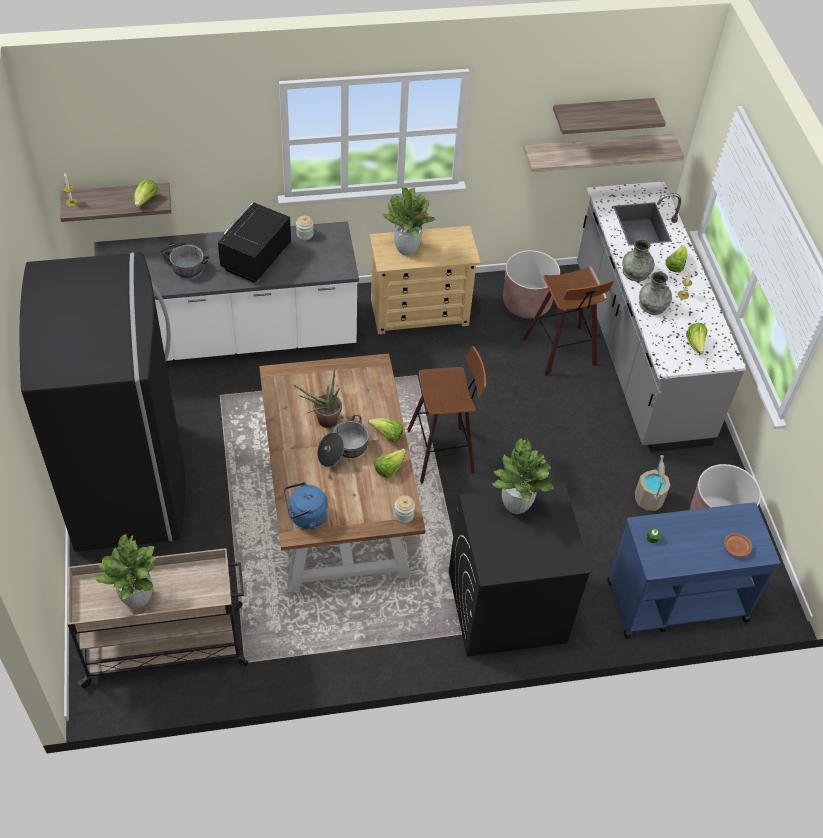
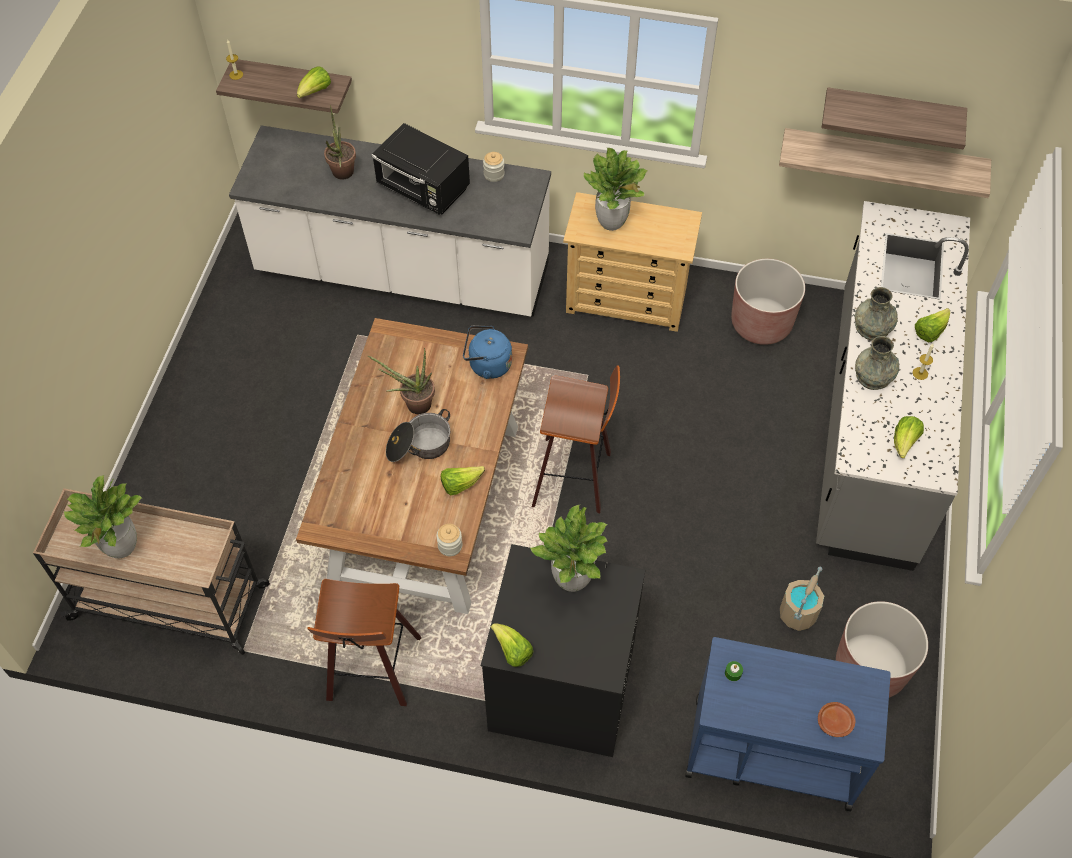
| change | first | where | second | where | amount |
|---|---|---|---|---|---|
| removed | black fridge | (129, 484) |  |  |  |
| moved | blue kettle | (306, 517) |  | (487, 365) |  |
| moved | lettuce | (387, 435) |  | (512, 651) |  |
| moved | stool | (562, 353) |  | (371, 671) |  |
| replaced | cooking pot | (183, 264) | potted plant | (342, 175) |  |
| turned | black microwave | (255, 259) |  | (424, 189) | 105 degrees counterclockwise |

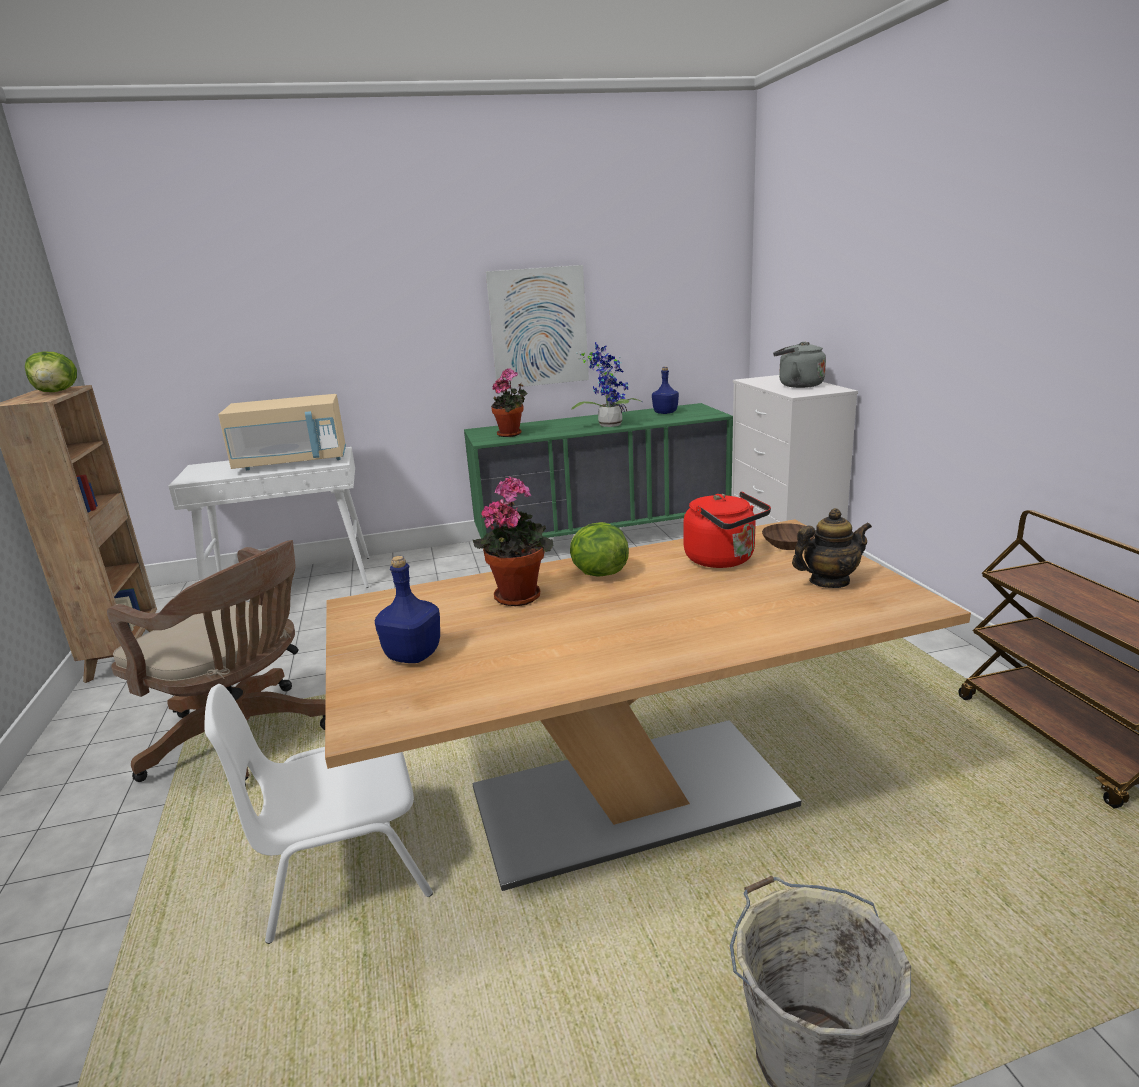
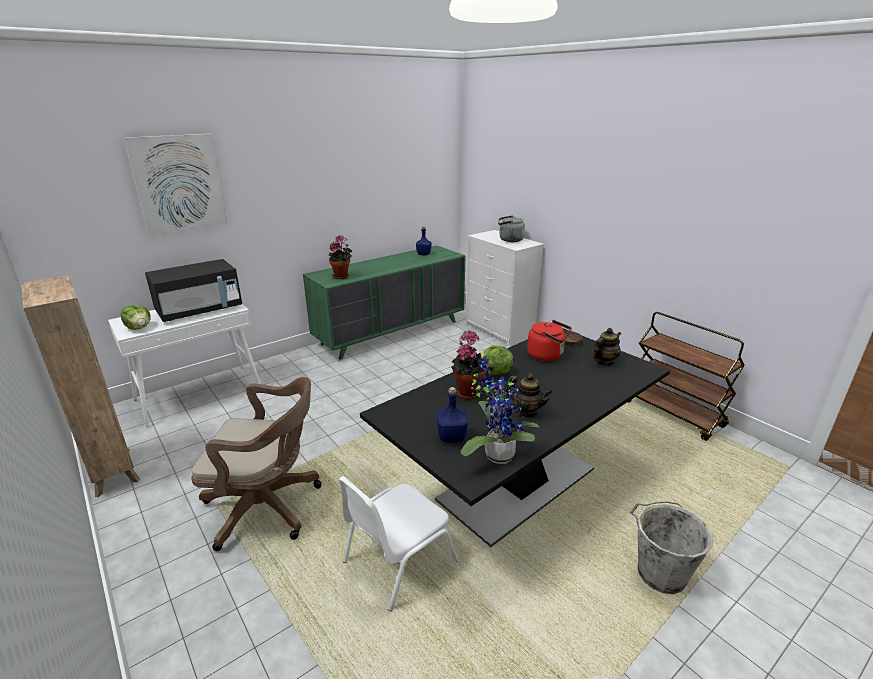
| change | first | where | second | where | amount |
|---|---|---|---|---|---|
| added |  |  | teapot | (526, 411) |  |
| moved | lettuce | (57, 392) |  | (139, 328) |  |
| moved | picture | (538, 327) |  | (179, 183) |  |
| moved | potted plant | (609, 424) |  | (496, 454) |  |
| recoloured | beige microwave | (292, 462) | black microwave | (200, 310) |  |
| recoloured | beige dining table | (631, 798) | black dining table | (517, 485) |  |

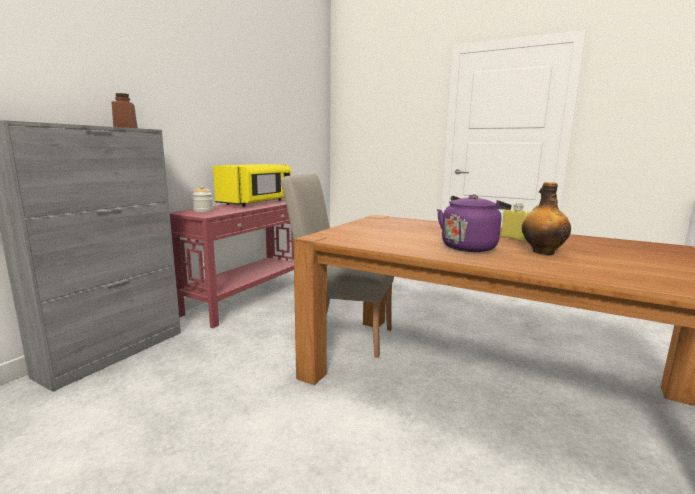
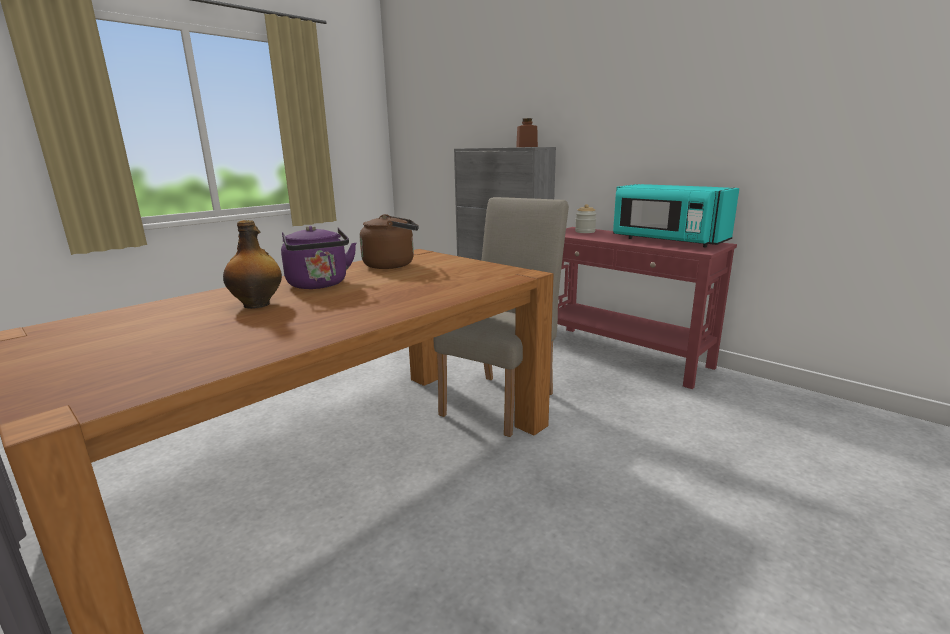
| change | first | where | second | where | amount |
|---|---|---|---|---|---|
| removed | yellow bottle | (514, 239) |  |  |  |
| added |  |  | brown kettle | (392, 265) |  |
| recoloured | yellow microwave | (256, 203) | turquoise microwave | (667, 241) |  |

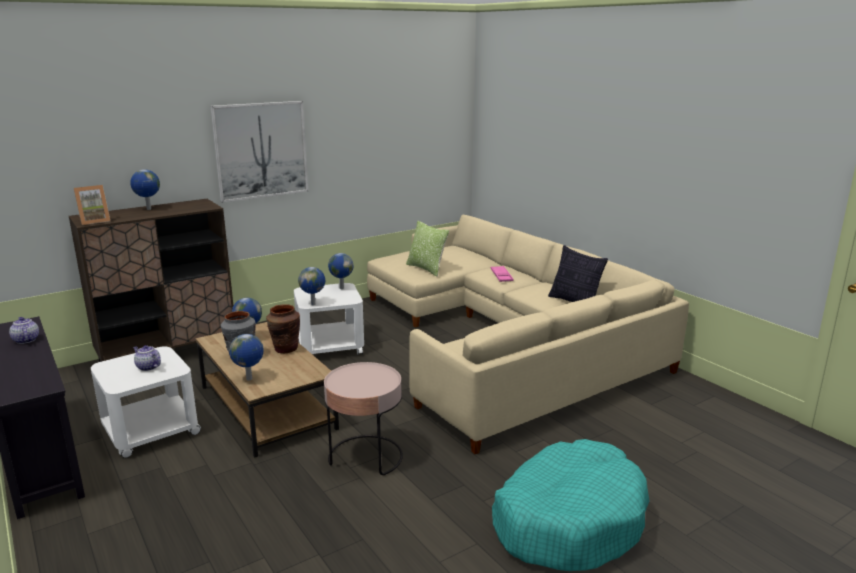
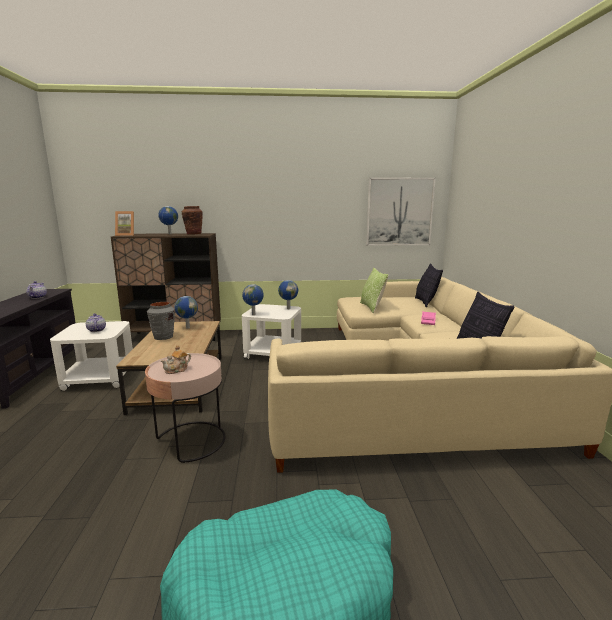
| change | first | where | second | where | amount |
|---|---|---|---|---|---|
| removed | globe | (249, 379) |  |  |  |
| added |  |  | teapot | (177, 370) |  |
| added |  |  | pillow | (426, 302) |  |
| moved | picture | (261, 150) |  | (399, 212) |  |
| moved | brown vase | (285, 349) |  | (193, 234) |  |

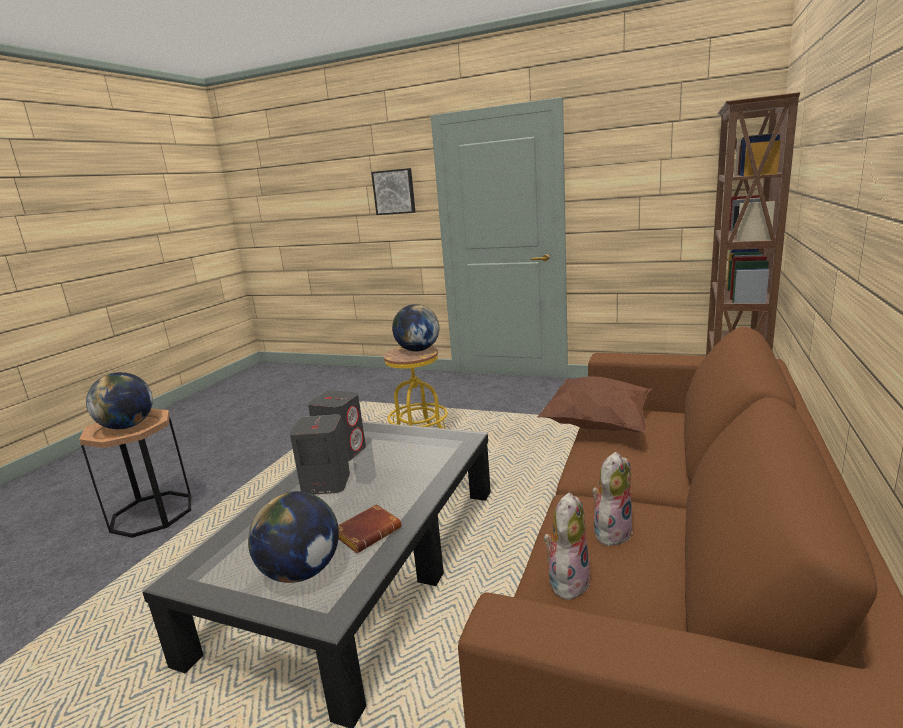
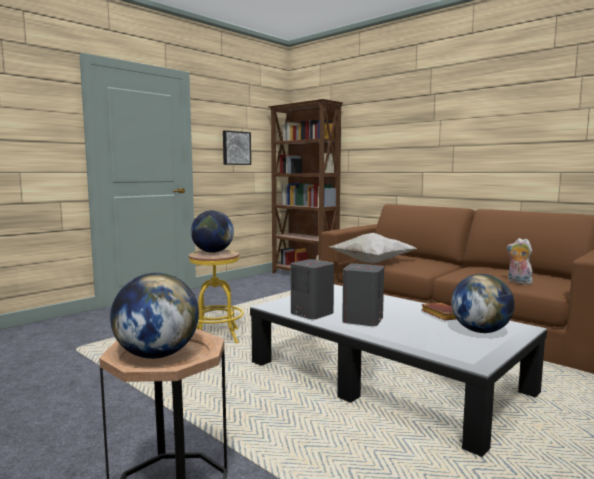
| change | first | where | second | where | amount |
|---|---|---|---|---|---|
| removed | plush toy | (611, 531) |  |  |  |
| moved | picture | (394, 192) |  | (236, 148) |  |
| recoloured | brown pillow | (597, 425) | white pillow | (371, 263) |  |

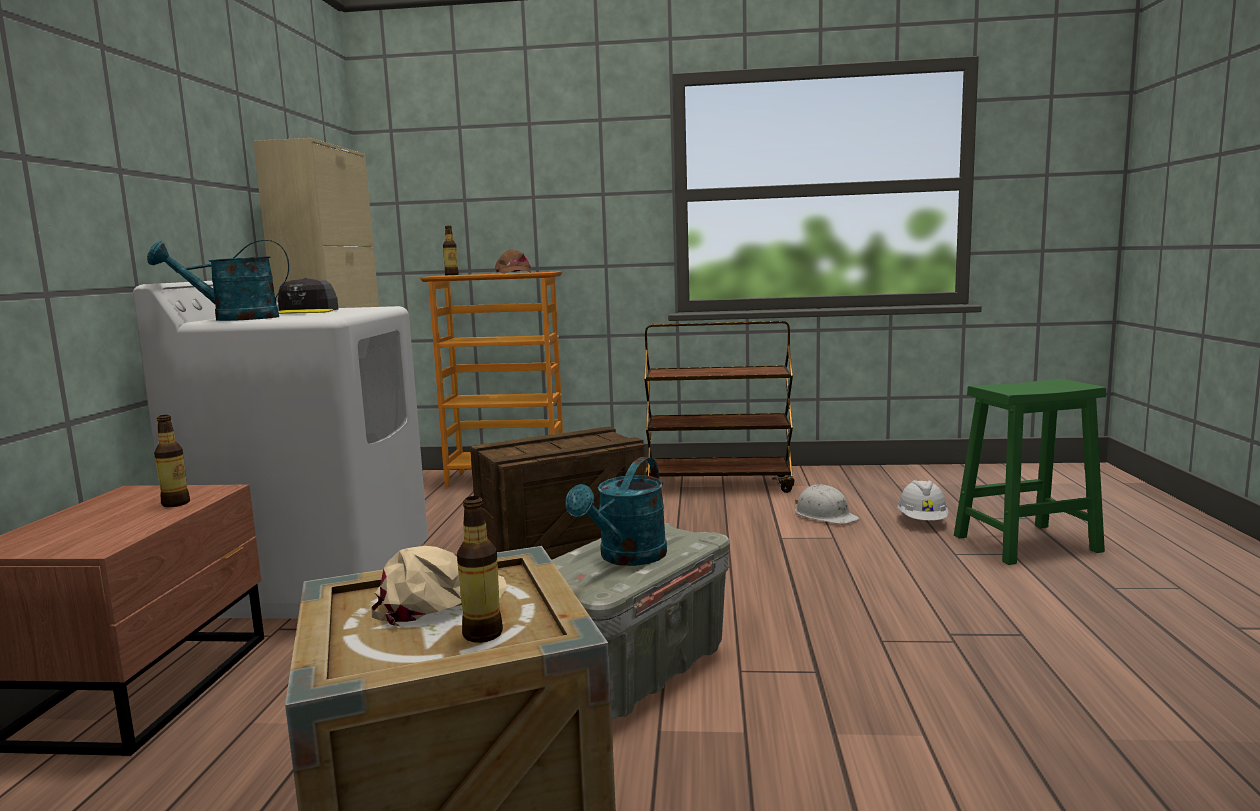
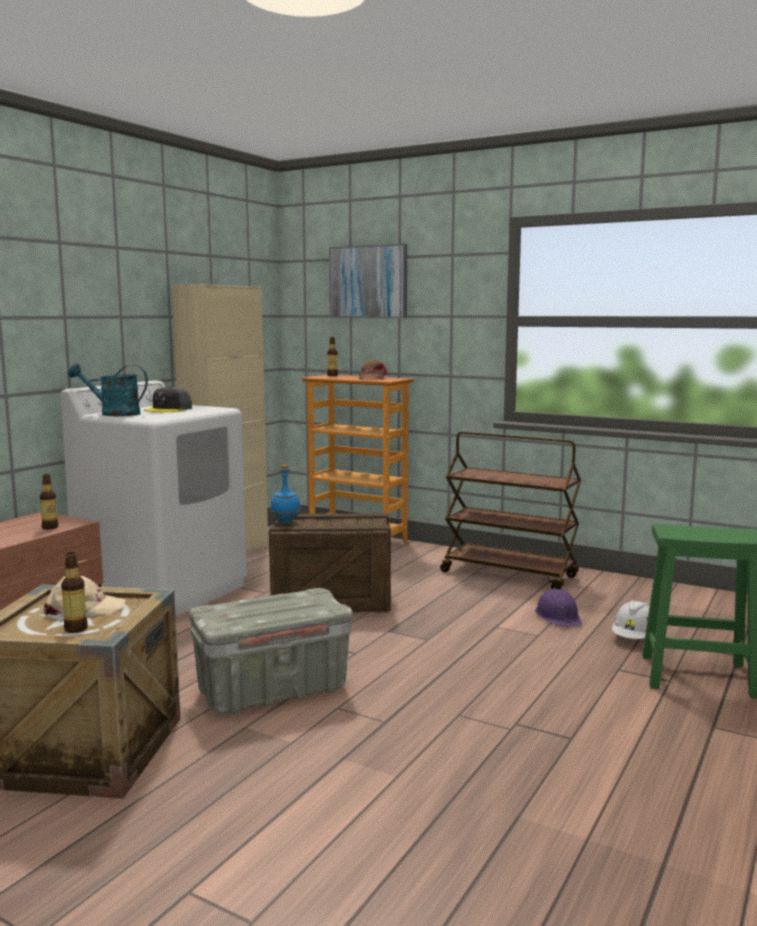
| change | first | where | second | where | amount |
|---|---|---|---|---|---|
| removed | turquoise watering can | (626, 558) |  |  |  |
| added |  |  | blue bottle | (285, 522) |  |
| added |  |  | picture | (368, 282) |  |
| recoloured | white hard hat | (825, 515) | purple hard hat | (558, 616) |  |

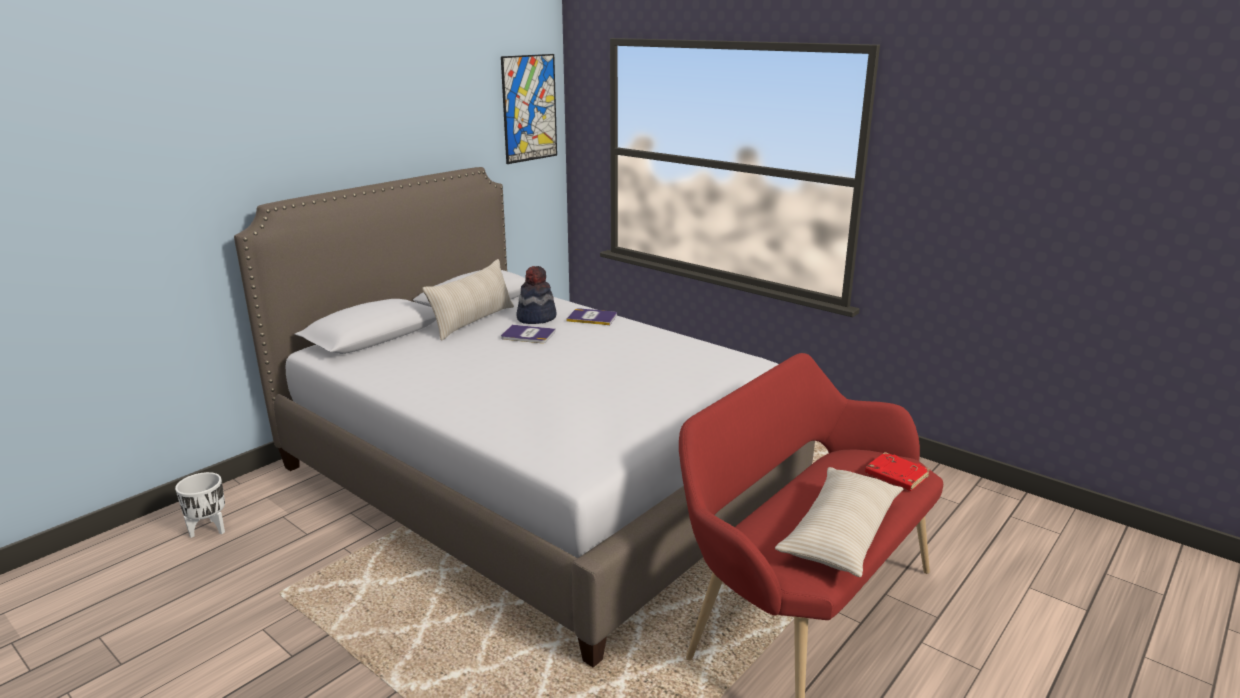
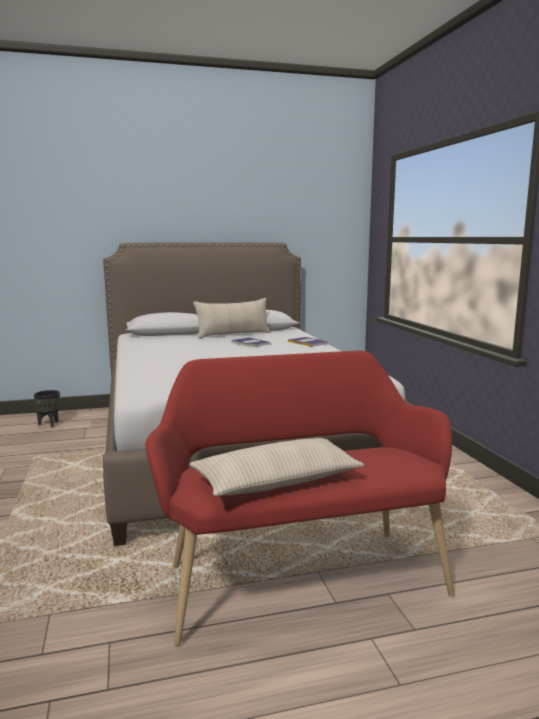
| change | first | where | second | where | amount |
|---|---|---|---|---|---|
| removed | picture | (529, 108) |  |  |  |
| removed | hat | (536, 317) |  |  |  |
| removed | red book | (895, 476) |  |  |  |
| recoloured | white planter | (209, 530) | black planter | (49, 424) |  |

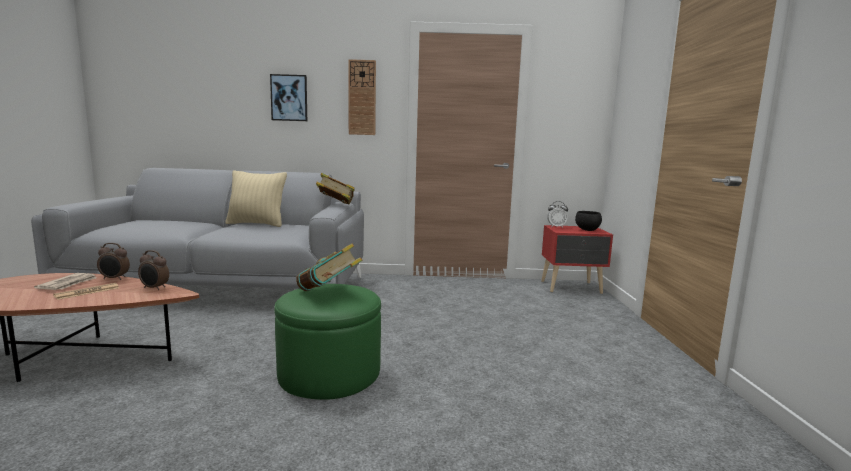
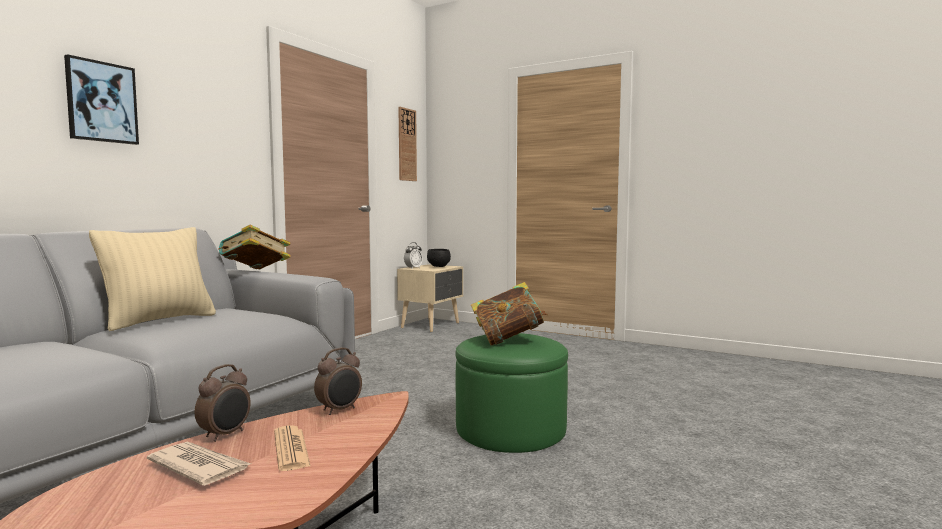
| change | first | where | second | where | amount |
|---|---|---|---|---|---|
| moved | wall clock | (362, 98) |  | (407, 145) |  |
| recoloured | red nightstand | (572, 287) | beige nightstand | (432, 325) |  |

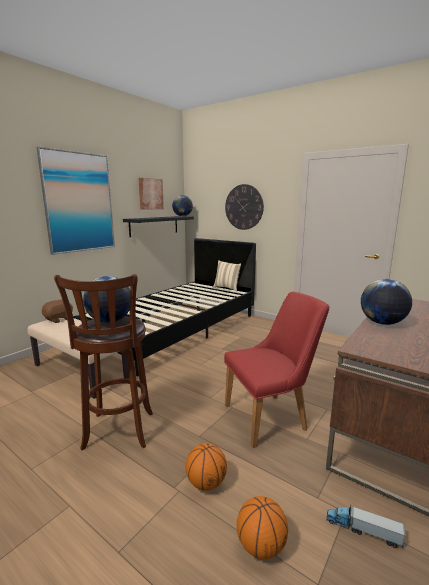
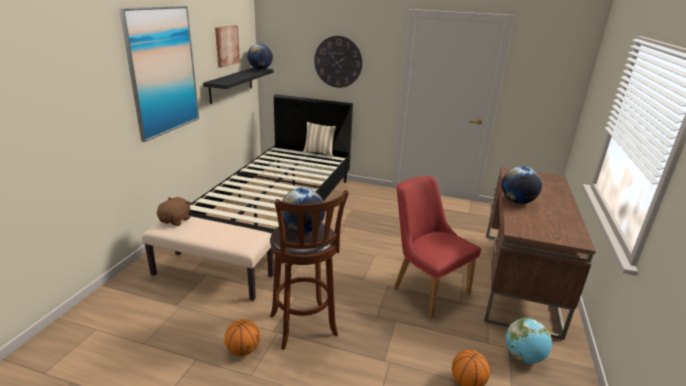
| change | first | where | second | where | amount |
|---|---|---|---|---|---|
| moved | basketball | (206, 483) |  | (243, 350) |  |
| replaced | toy truck | (362, 530) | globe | (523, 356) |  |
| turned | red chair | (272, 416) |  | (425, 287) | 90 degrees counterclockwise |

